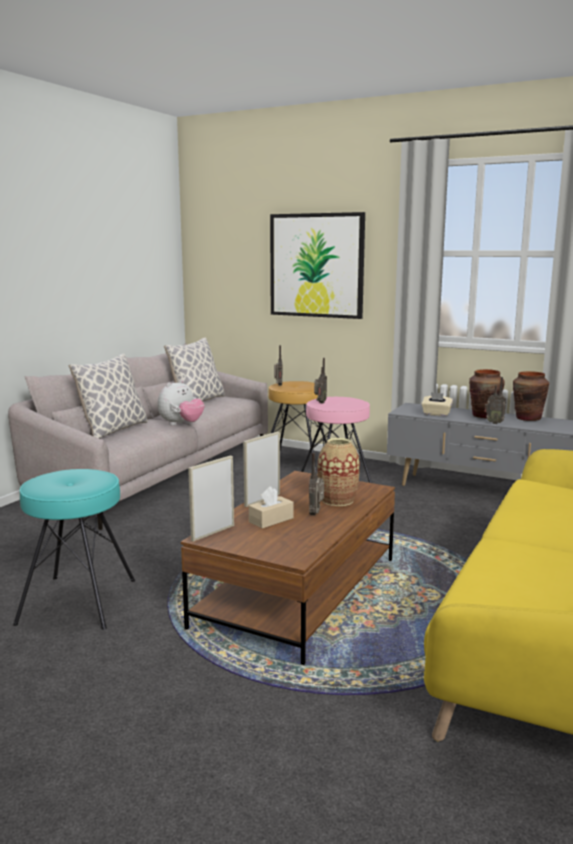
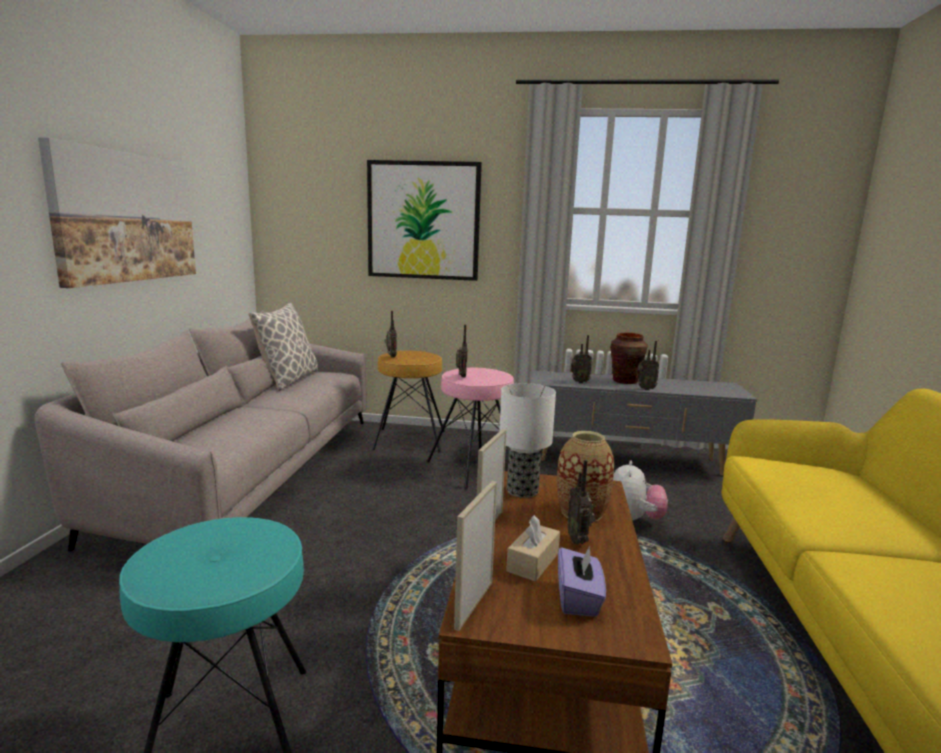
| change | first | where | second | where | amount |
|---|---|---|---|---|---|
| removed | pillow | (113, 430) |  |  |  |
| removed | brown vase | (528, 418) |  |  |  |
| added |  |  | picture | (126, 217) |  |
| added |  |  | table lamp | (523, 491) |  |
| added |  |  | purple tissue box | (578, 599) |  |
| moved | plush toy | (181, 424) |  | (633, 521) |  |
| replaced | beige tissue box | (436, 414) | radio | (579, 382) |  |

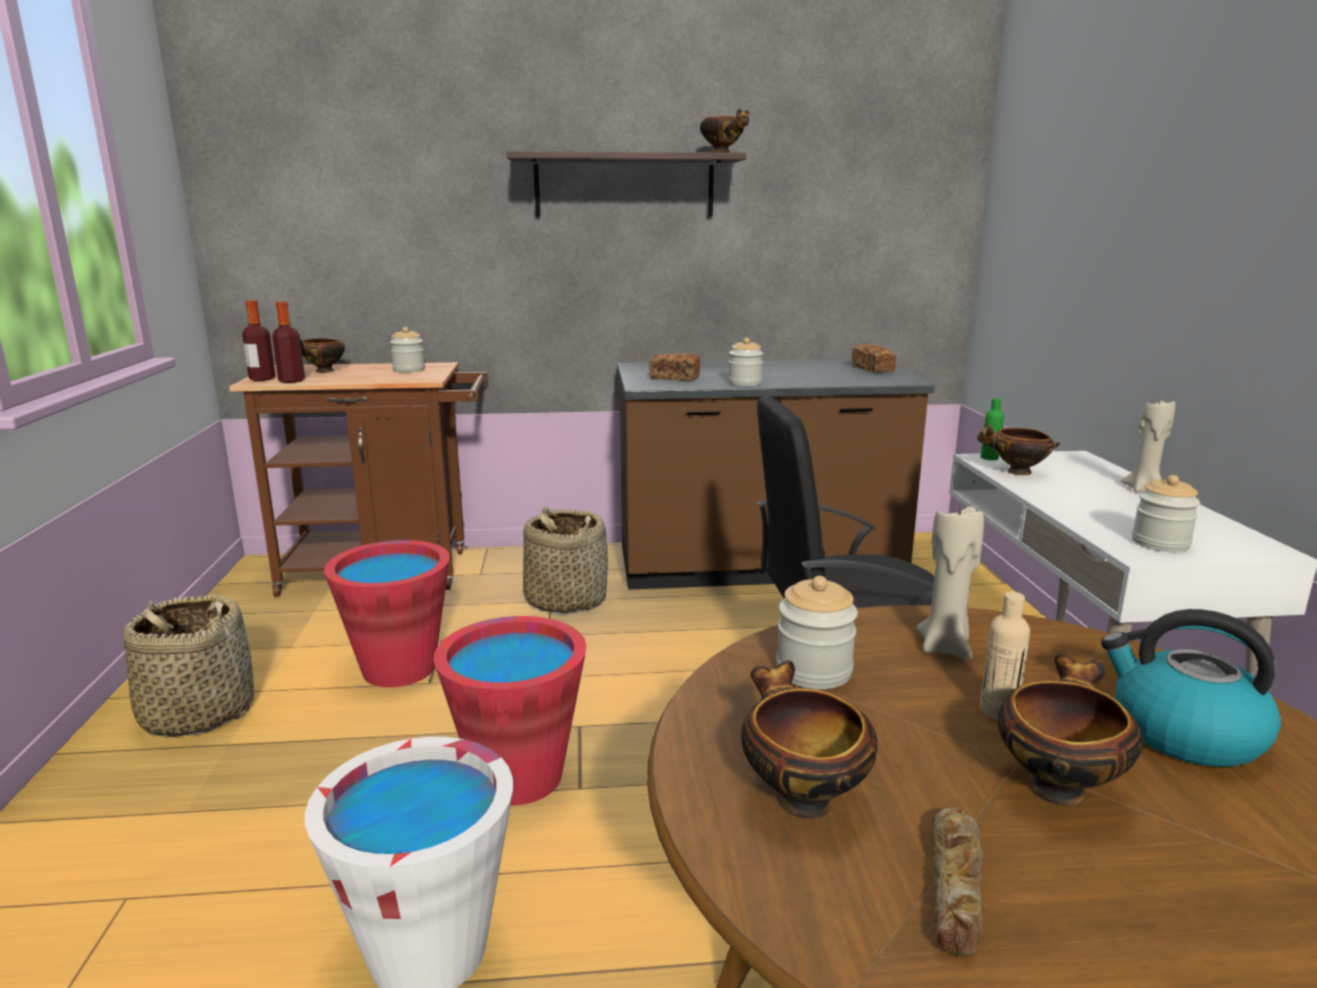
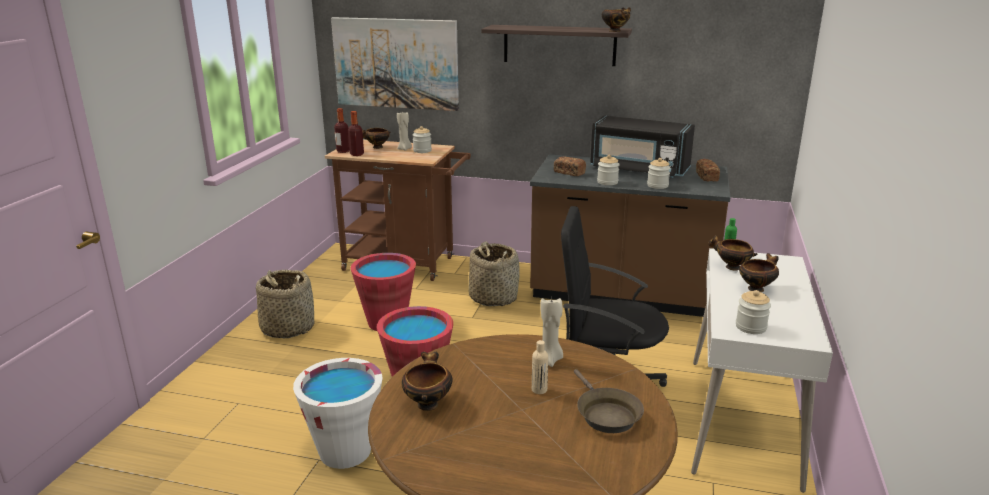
| change | first | where | second | where | amount |
|---|---|---|---|---|---|
| removed | bread | (956, 886) |  |  |  |
| added |  |  | picture | (396, 63) |  |
| added |  |  | black microwave | (638, 169) |  |
| moved | jar | (814, 671) |  | (657, 185) |  |
| moved | bowl | (1056, 785) |  | (756, 288) |  |
| moved | beige candle | (1143, 489) |  | (405, 149) |  |
| replaced | kettle | (1183, 733) | brown frying pan | (605, 414) |  |

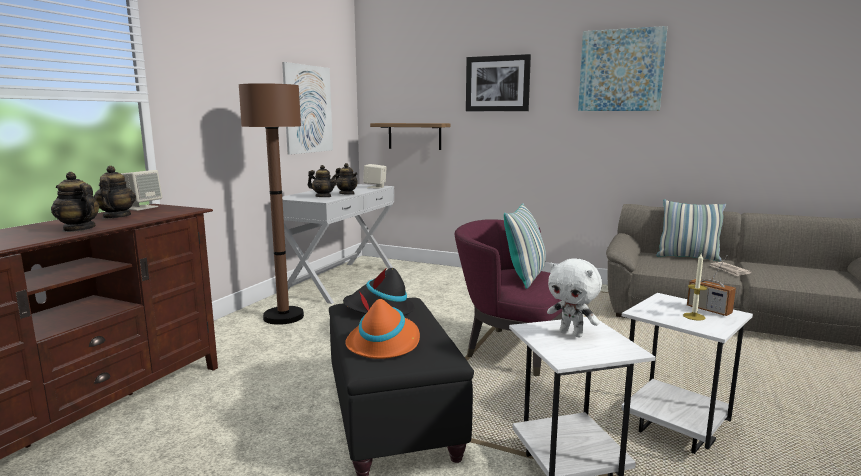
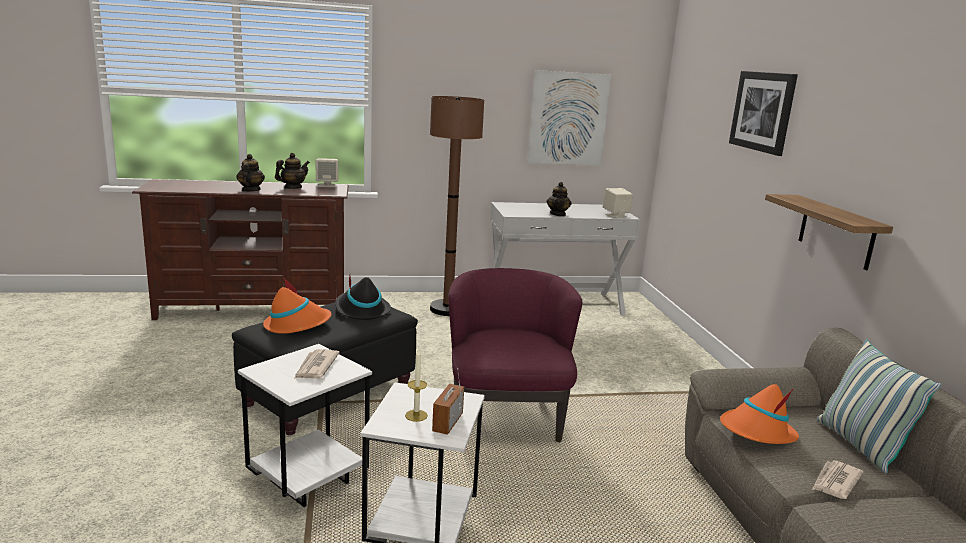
| change | first | where | second | where | amount |
|---|---|---|---|---|---|
| removed | teapot | (323, 197) |  |  |  |
| removed | pillow | (525, 277) |  |  |  |
| removed | picture | (621, 70) |  |  |  |
| added |  |  | orange hat | (756, 432) |  |
| moved | shelf | (414, 136) |  | (836, 232) |  |
| replaced | white plush toy | (572, 334) | newspaper | (315, 367) |  |

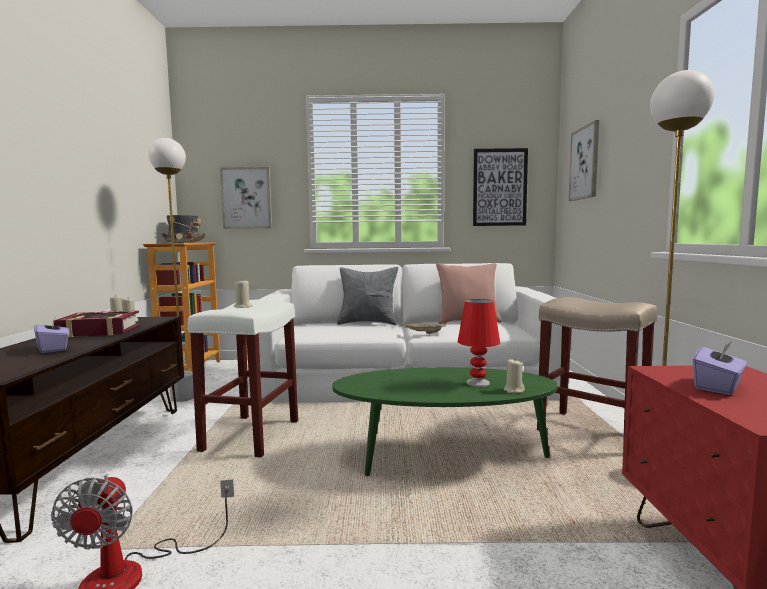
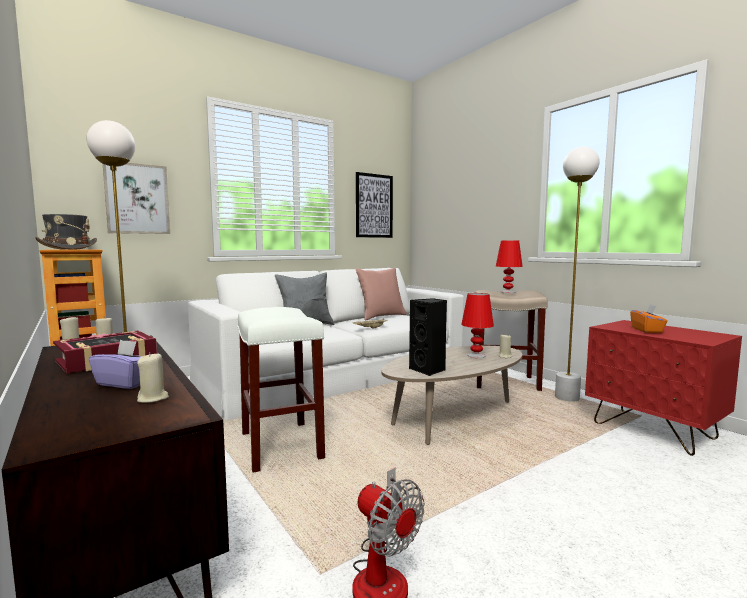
| change | first | where | second | where | amount |
|---|---|---|---|---|---|
| removed | picture | (585, 163) |  |  |  |
| added |  |  | black speaker | (428, 370) |  |
| added |  |  | red table lamp | (507, 292) |  |
| moved | beige candle | (243, 307) |  | (153, 398) |  |
| recoloured | green coffee table | (443, 458) | beige coffee table | (454, 419) |  |
| recoloured | purple tissue box | (718, 387) | orange tissue box | (647, 330) |  |

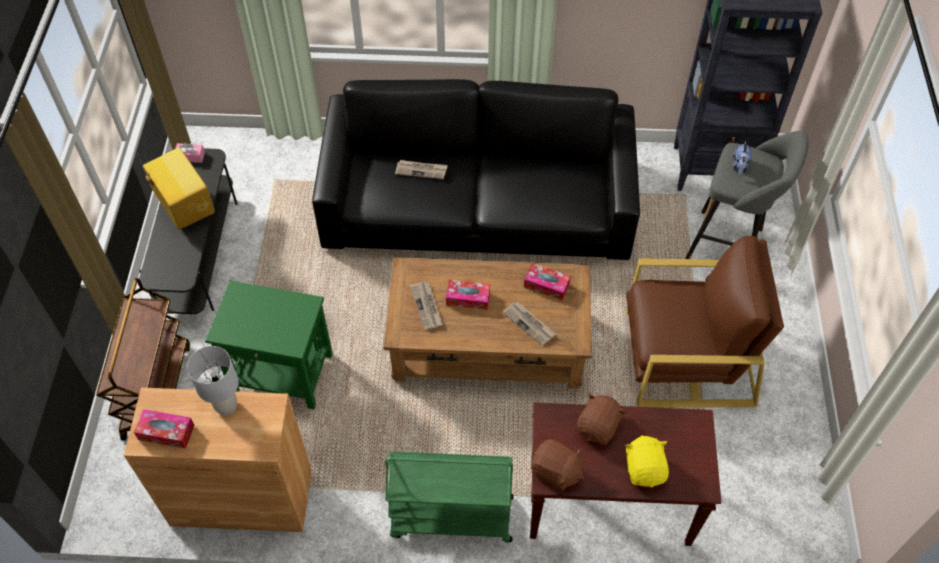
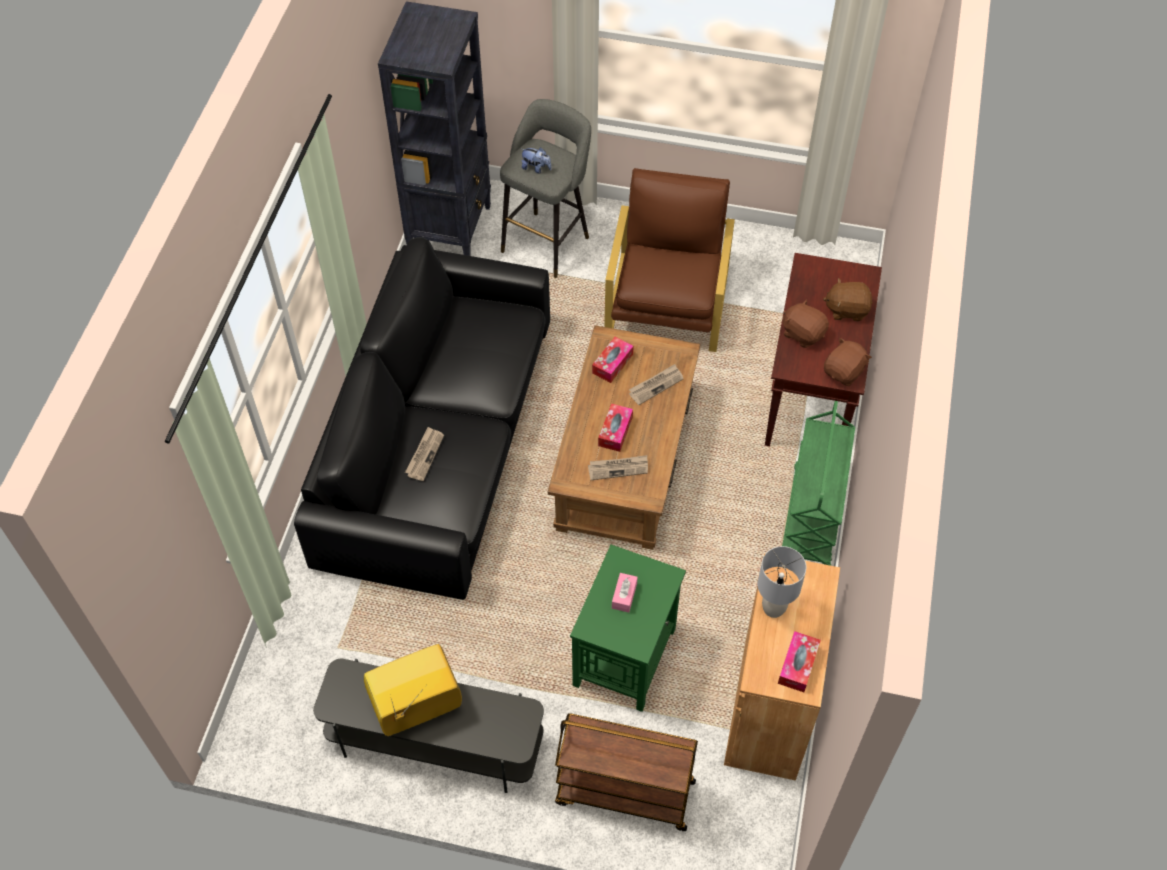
| change | first | where | second | where | amount |
|---|---|---|---|---|---|
| moved | pink tissue box | (190, 156) |  | (624, 596) |  |
| recoloured | yellow plush toy | (645, 469) | brown plush toy | (847, 309) |  |

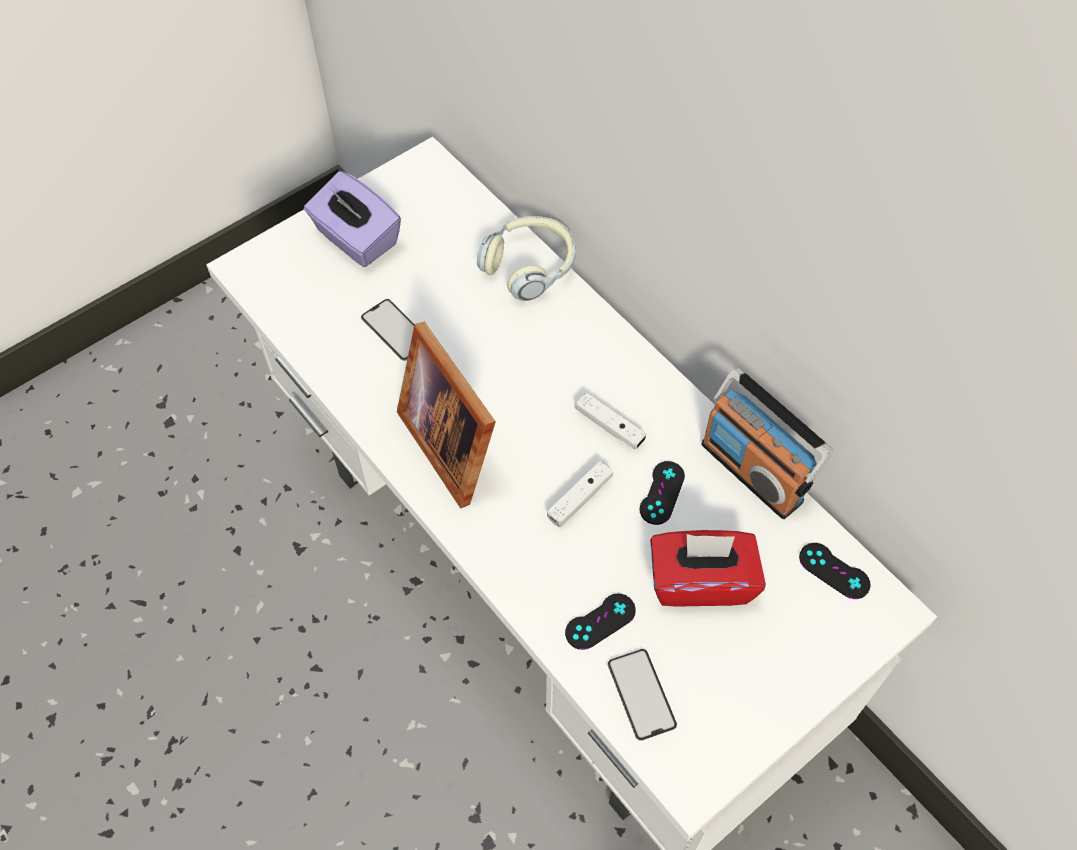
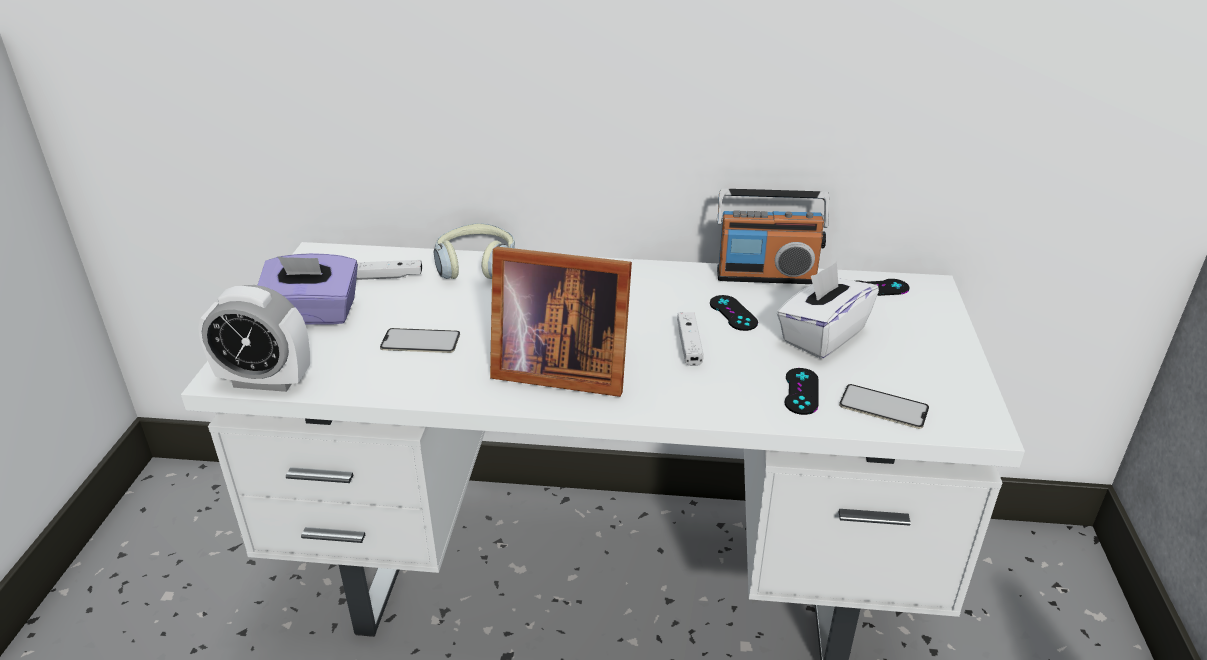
| change | first | where | second | where | amount |
|---|---|---|---|---|---|
| added |  |  | alarm clock | (265, 381) |  |
| moved | white game controller | (609, 426) |  | (388, 276) |  |
| recoloured | red tissue box | (700, 581) | white tissue box | (822, 336) |  |

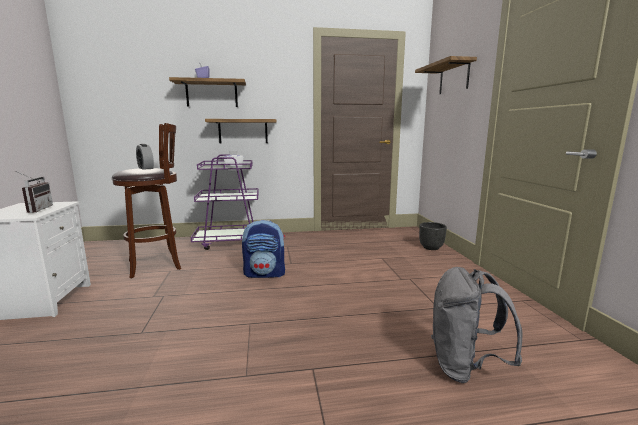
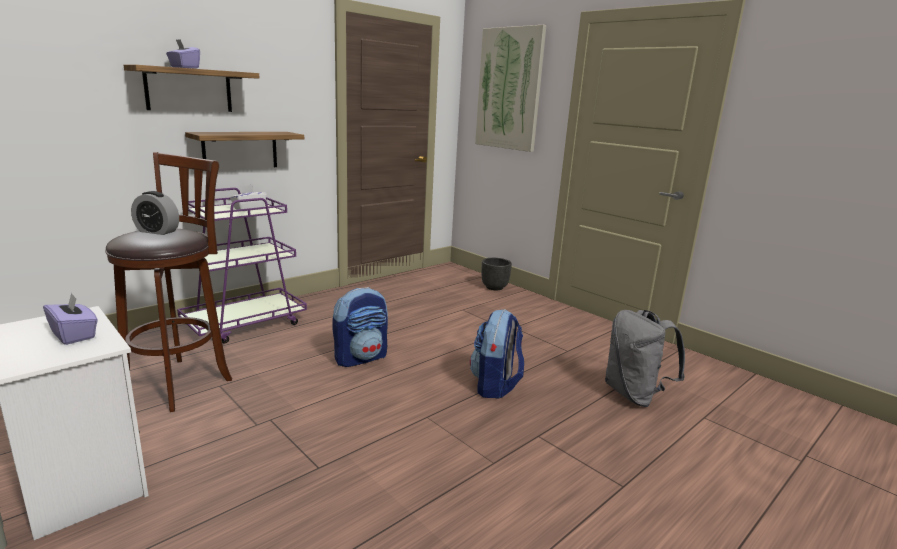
| change | first | where | second | where | amount |
|---|---|---|---|---|---|
| added |  |  | backpack | (495, 386) |  |
| replaced | radio | (36, 209) | purple tissue box | (74, 335) |  |
| replaced | shelf | (454, 78) | picture | (509, 89) |  |

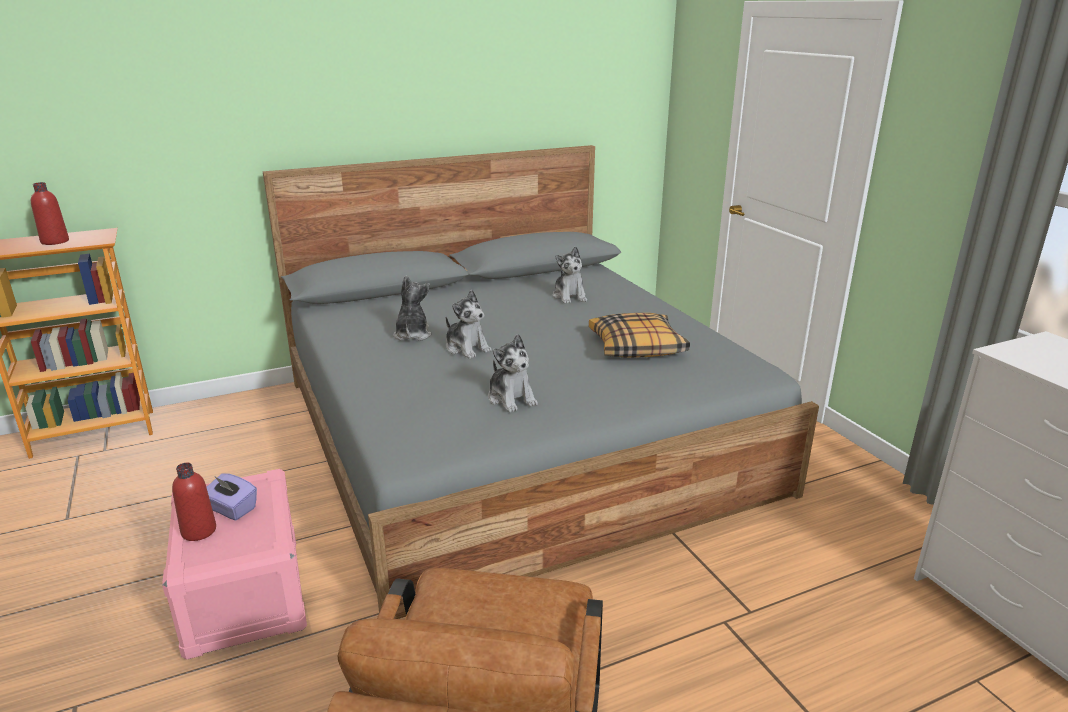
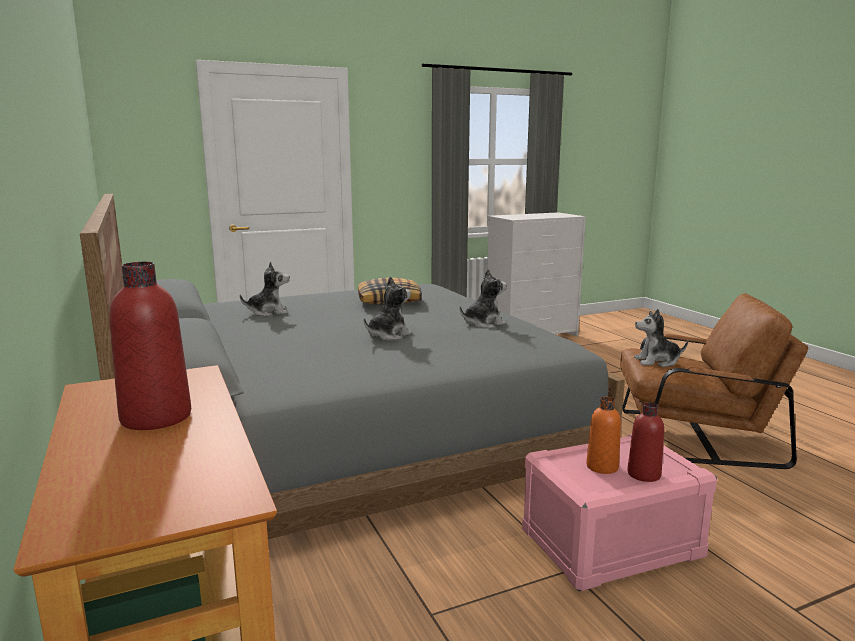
| change | first | where | second | where | amount |
|---|---|---|---|---|---|
| moved | plush toy | (412, 335) |  | (657, 361) |  |
| replaced | purple tissue box | (231, 509) | orange bottle | (602, 467) |  |

